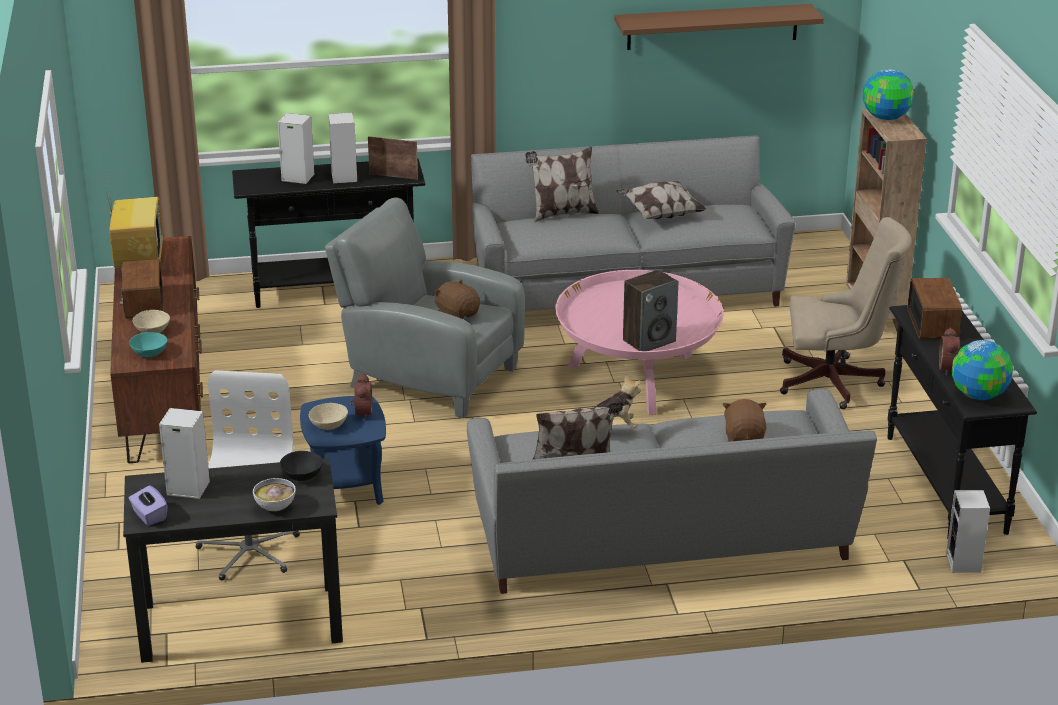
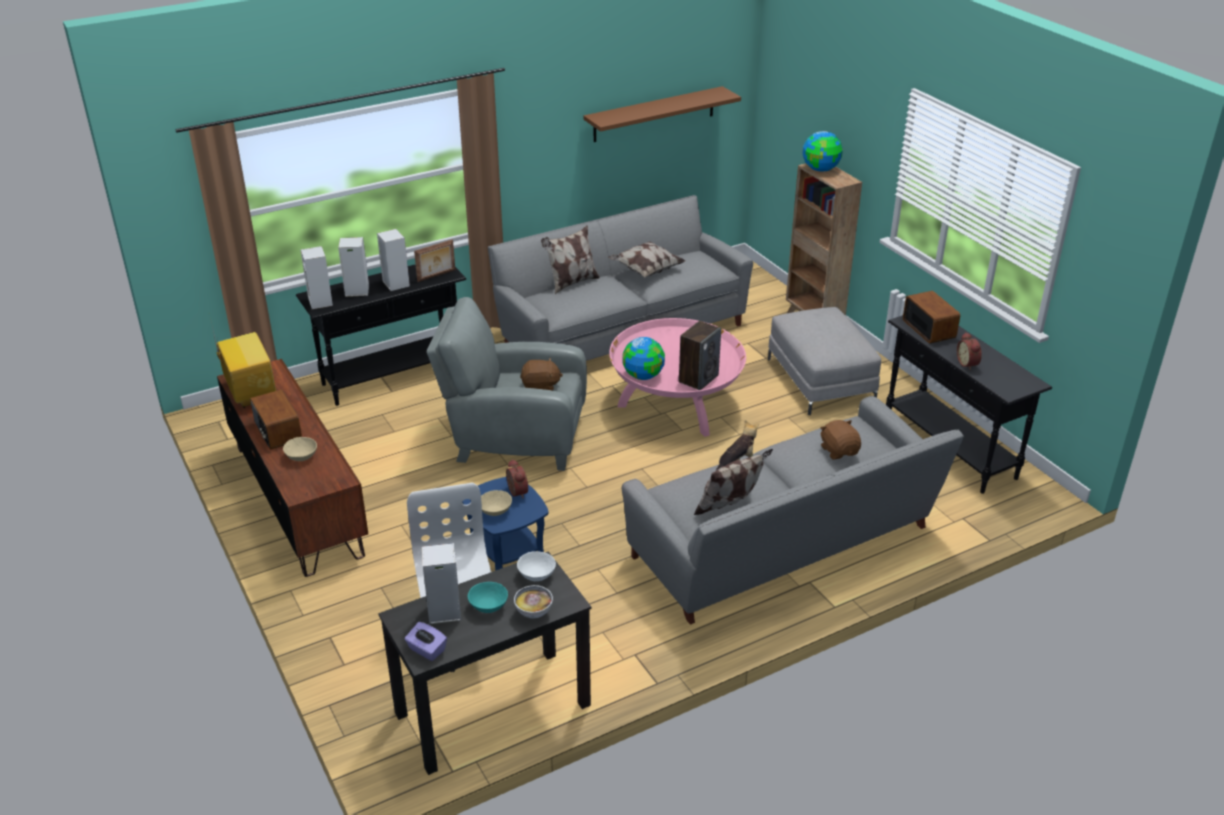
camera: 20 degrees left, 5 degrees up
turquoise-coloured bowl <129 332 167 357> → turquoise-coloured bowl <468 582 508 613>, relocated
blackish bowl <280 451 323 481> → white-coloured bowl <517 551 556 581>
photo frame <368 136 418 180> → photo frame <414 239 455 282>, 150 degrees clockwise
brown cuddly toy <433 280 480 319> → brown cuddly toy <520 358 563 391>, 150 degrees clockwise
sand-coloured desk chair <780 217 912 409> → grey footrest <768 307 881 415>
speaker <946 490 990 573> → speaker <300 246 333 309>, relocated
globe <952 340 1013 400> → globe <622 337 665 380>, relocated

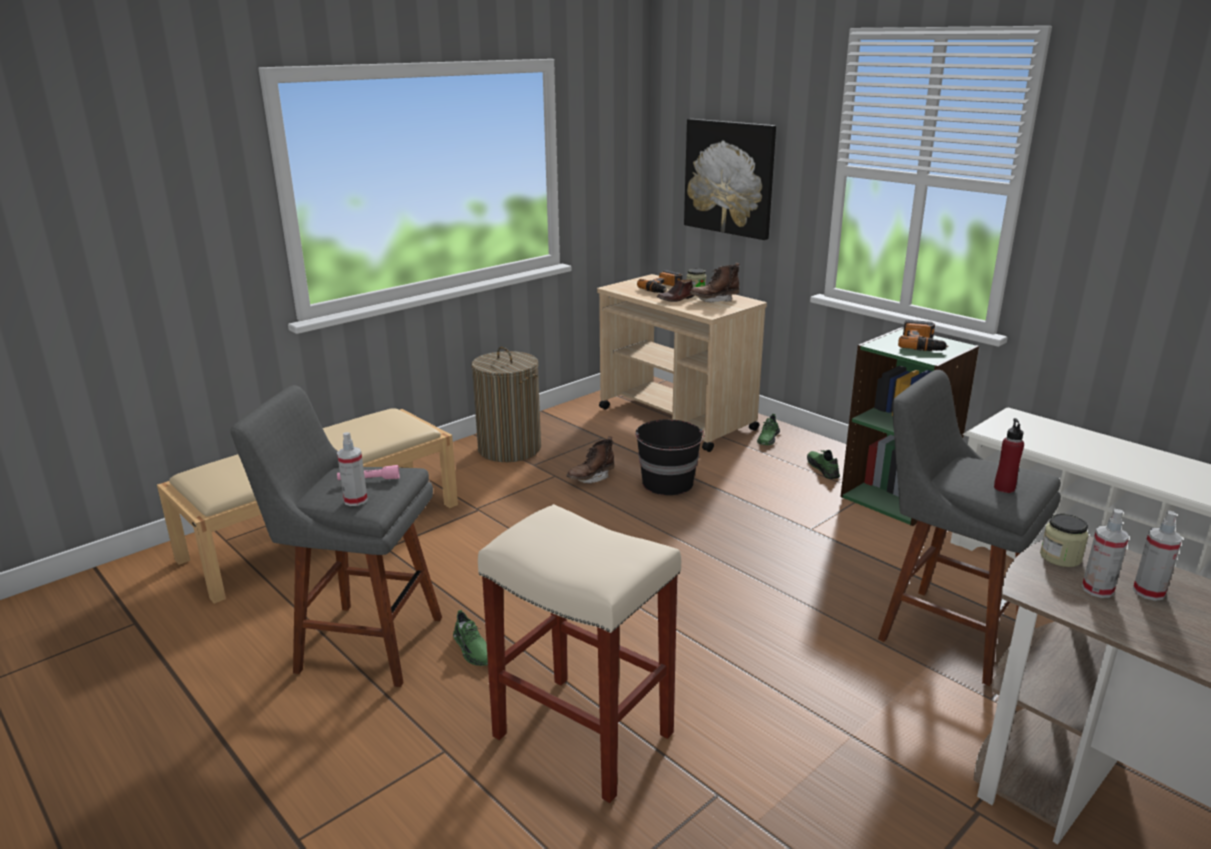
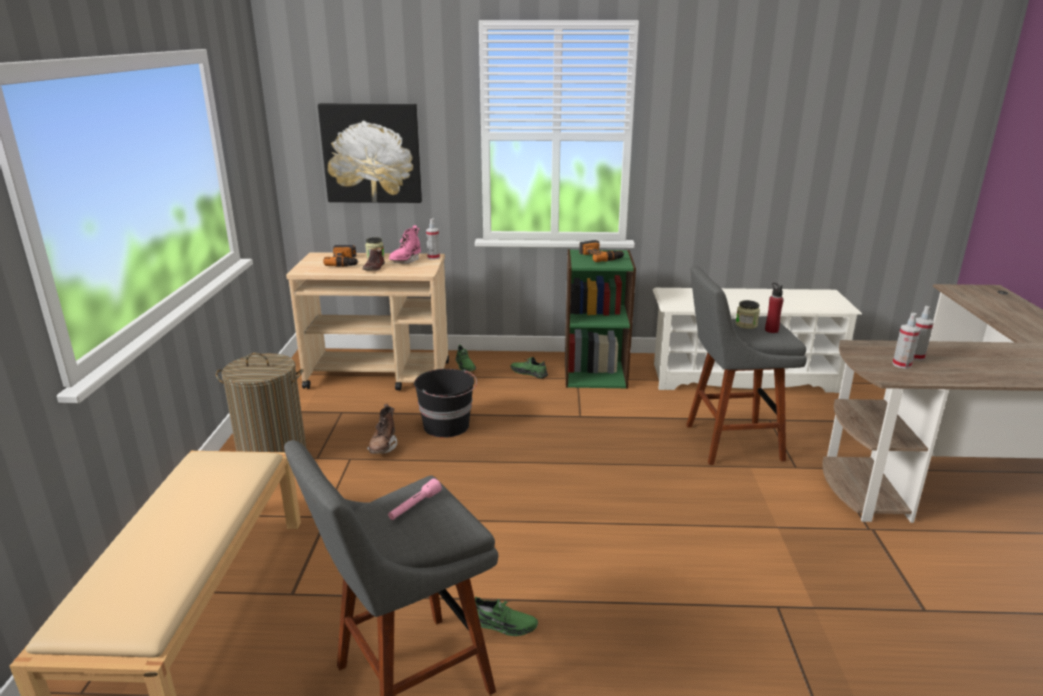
camera: 45 degrees left, 0 degrees up
spray bottle <337 432 368 506> → spray bottle <426 219 440 260>, relocated
sand-coloured stool seat <478 504 681 803> → -
brown tall boot <690 263 740 303> → pink-coloured tall boot <389 225 421 264>
preserve jar <1040 514 1089 567> → preserve jar <736 300 760 329>, relocated

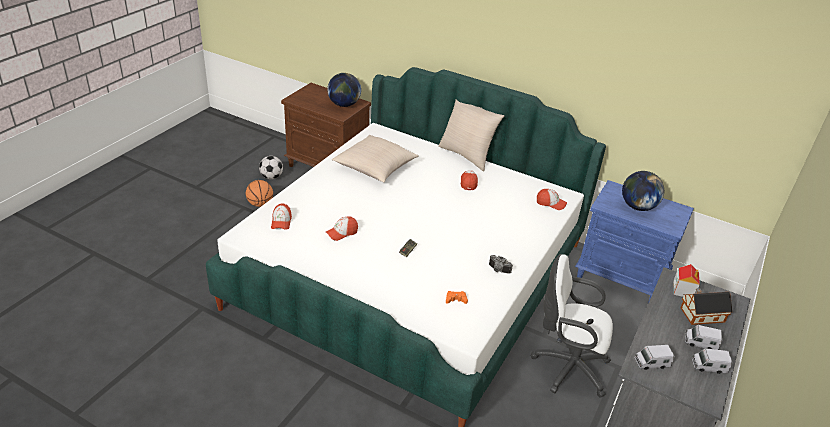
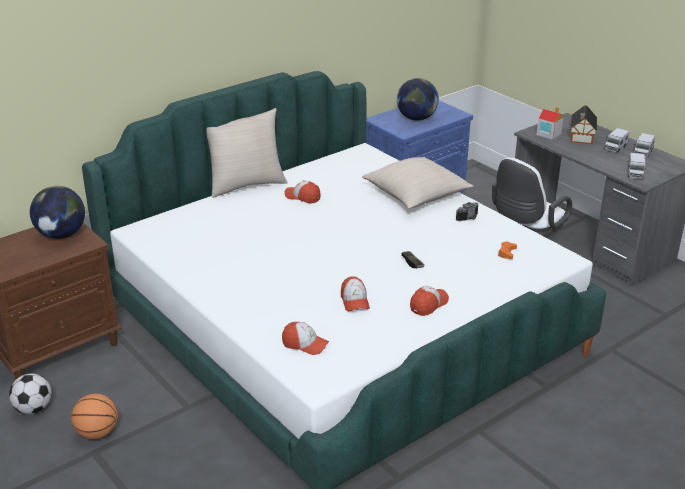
camera: 65 degrees left, 5 degrees down
sand-coloured throw pillow <332 135 419 183> → sand-coloured throw pillow <362 157 473 208>, relocated
cap <537 189 567 210> → cap <410 286 449 316>, relocated

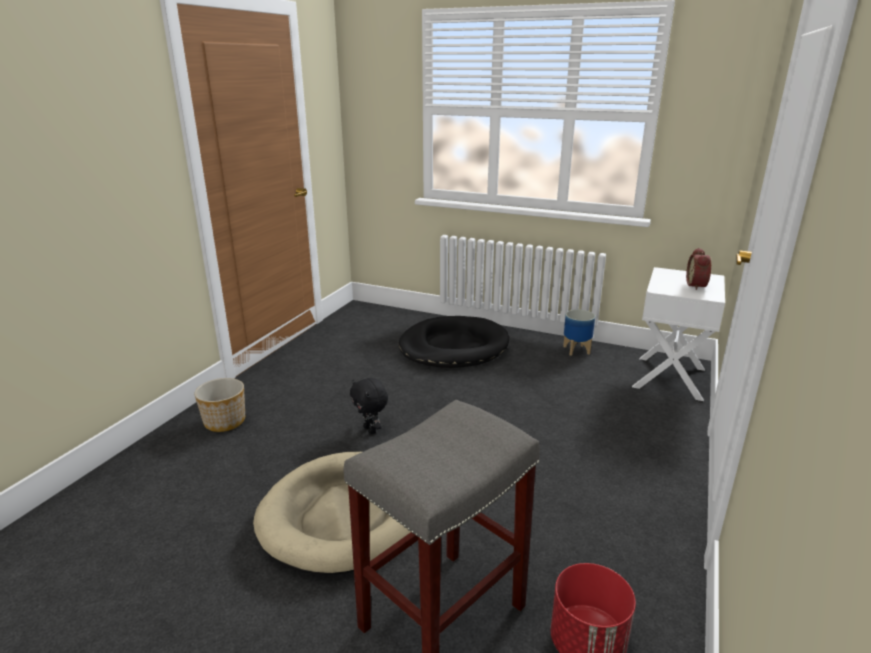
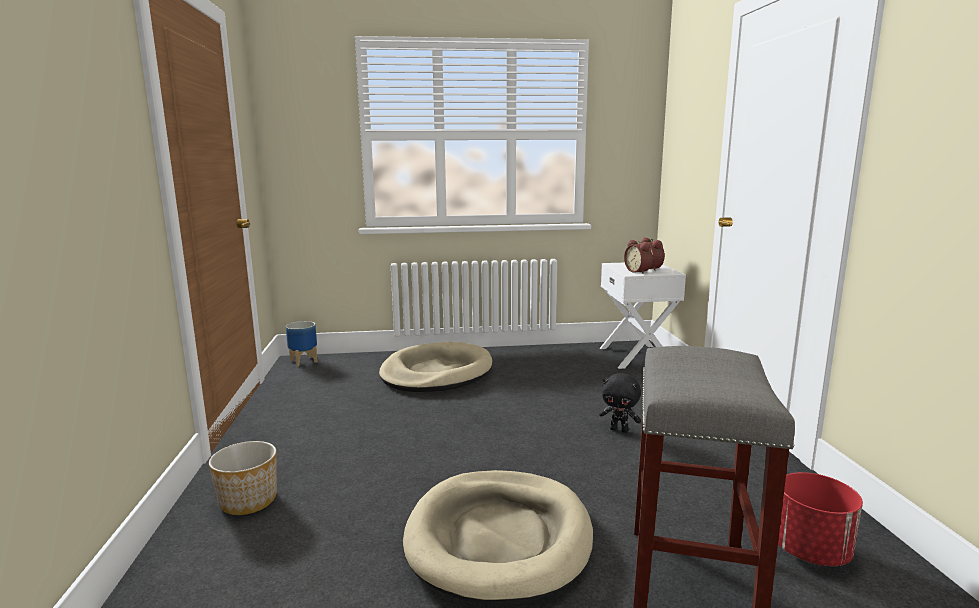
camera: 30 degrees left, 10 degrees down
blackish cuddly toy <350 378 388 434> → blackish cuddly toy <599 373 641 433>, relocated
blackish pet bed <399 316 509 368> → sand-coloured pet bed <379 342 492 392>
plant pot <563 309 595 356> → plant pot <286 321 318 367>, relocated
- → bedside clock <624 240 653 274>

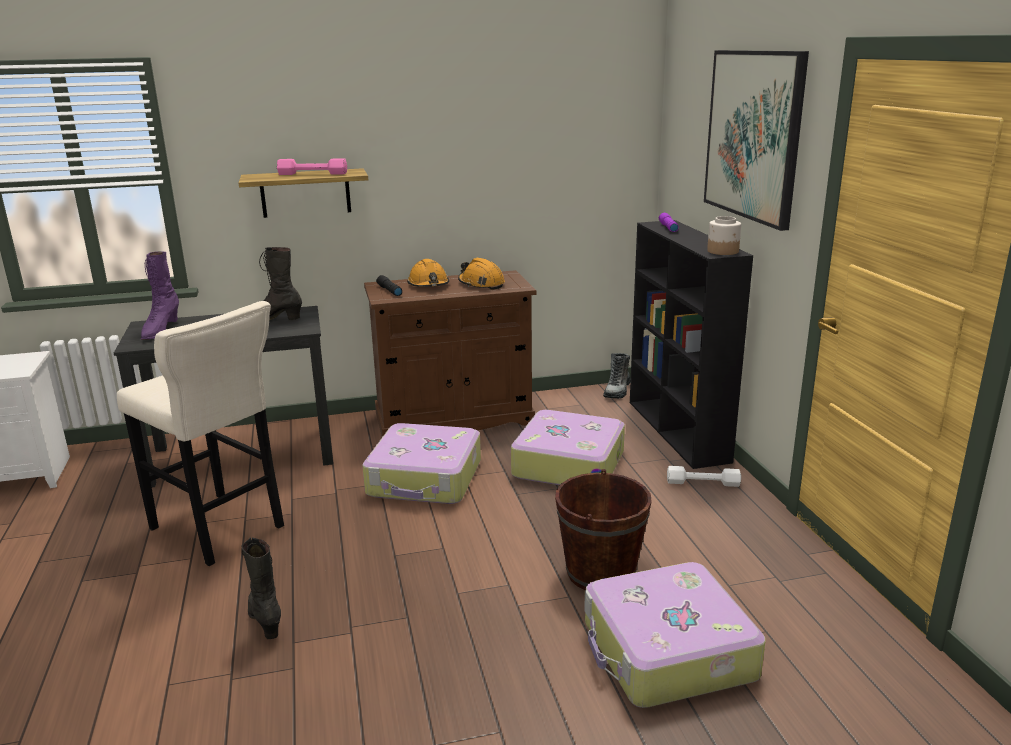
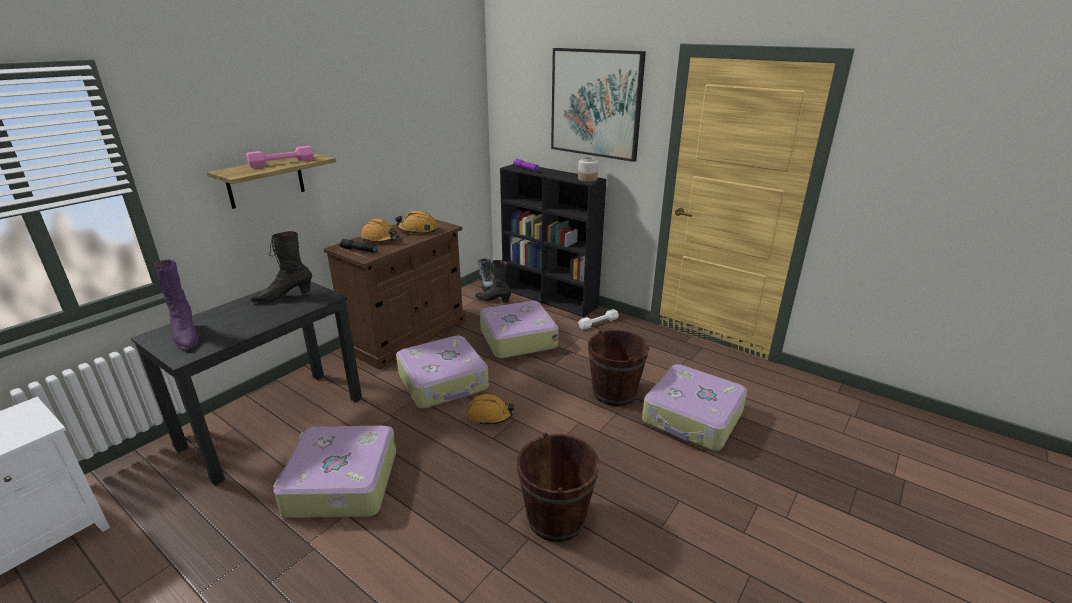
camera: 40 degrees left, 5 degrees up
sand-coloured stool seat <117 301 284 566> → travel case <273 426 396 518>
blackish tall boot <242 537 281 639> → blackish tall boot <475 260 511 303>, relocated
- → orangey hard hat <467 394 515 426>
- → brown pail <517 433 600 542>

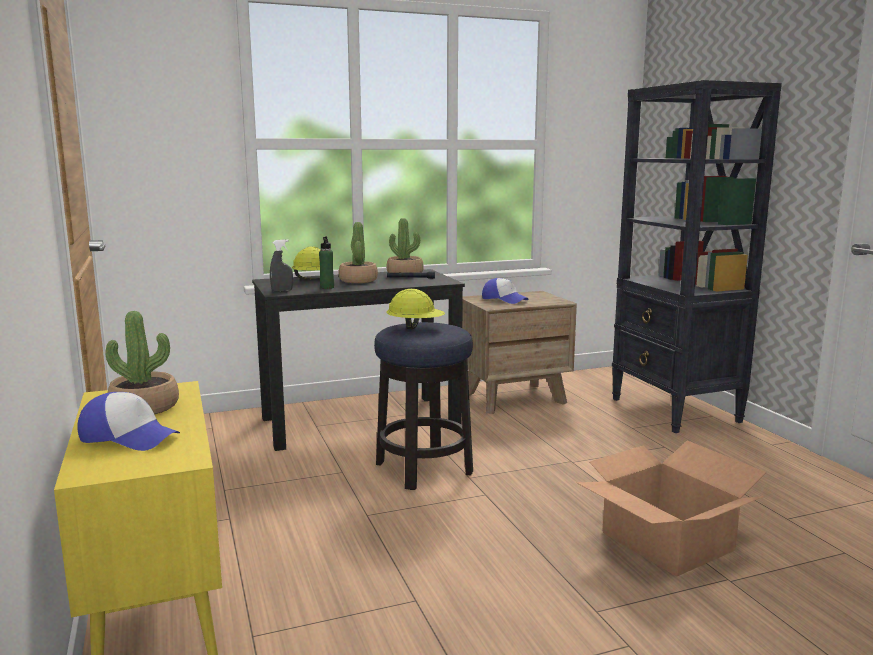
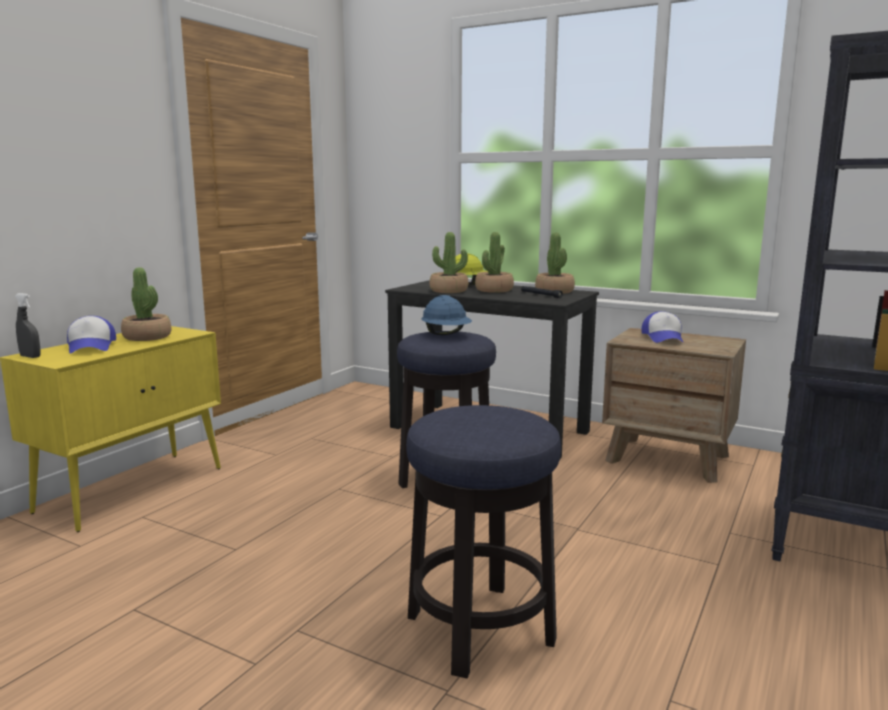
camera: 50 degrees right, 0 degrees up
grey spray bottle <270 239 293 292> → grey spray bottle <15 293 41 358>, relocated
green bottle <319 236 334 289> → potted plant <429 232 468 293>
yellow-coloured hard hat <386 289 445 329> → blue hard hat <422 295 472 335>
carton <576 441 766 577> → stool seat <406 405 561 678>

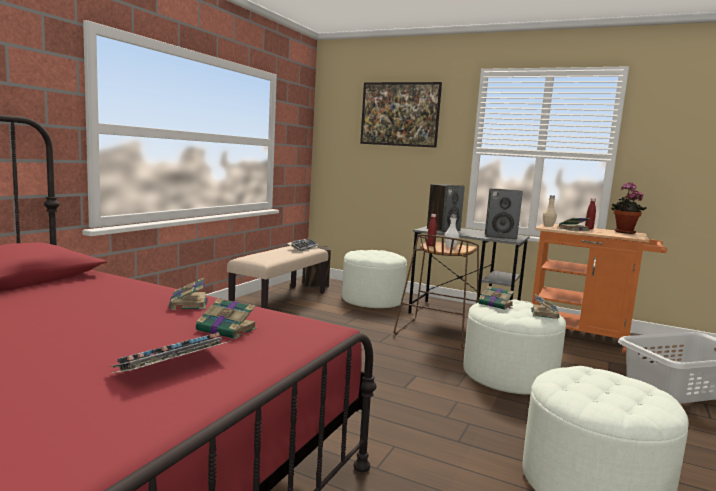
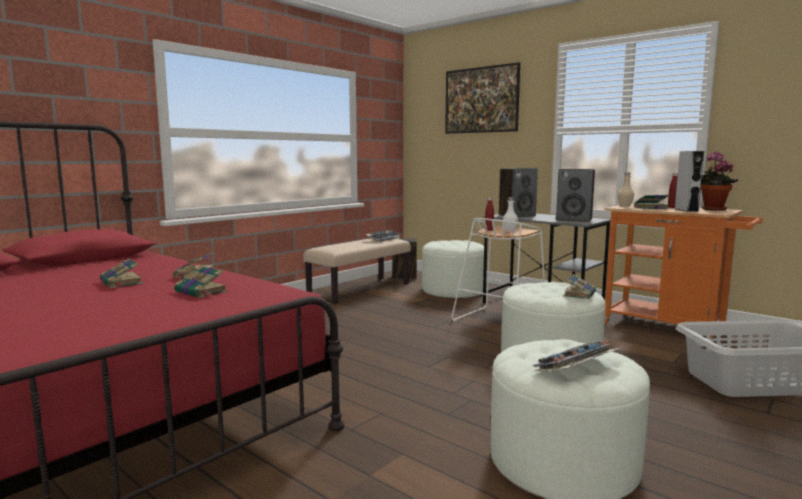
camera: 15 degrees right, 0 degrees up
PC keyboard <109 333 231 374> → PC keyboard <532 340 620 371>, relocated
brown stool seat <394 234 479 349> → white-coloured stool seat <451 218 545 322>
volume <478 286 514 310> → volume <100 258 143 288>, relocated
- → grey speaker <675 151 704 212>

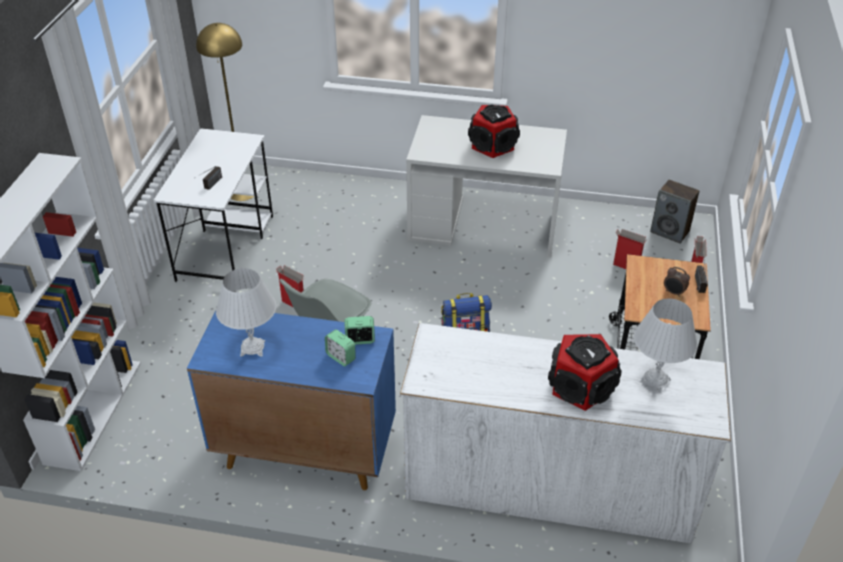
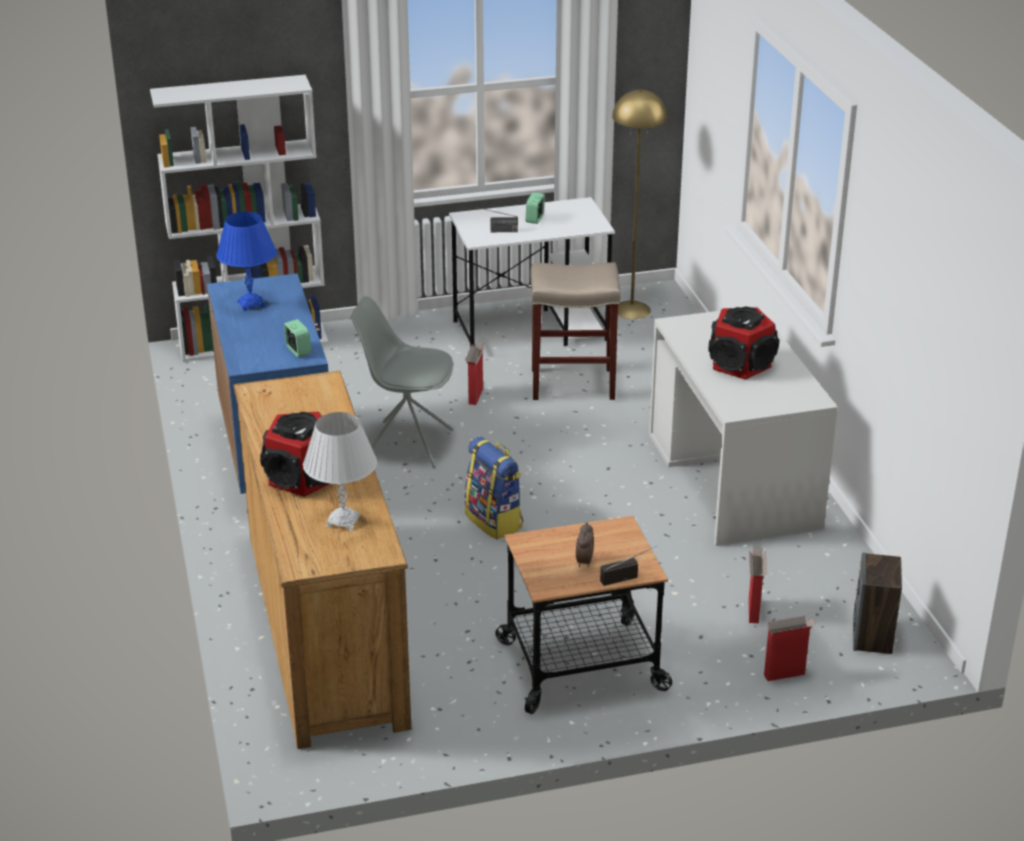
camera: 65 degrees right, 10 degrees down
white-coloured table lamp <216 268 276 357> → blue table lamp <216 212 277 311>
bedside clock <325 329 356 366> → bedside clock <526 192 545 224>, relocated
white-coloured chest of drawers <400 323 731 544> → brown chest of drawers <233 371 411 749>
- → sand-coloured stool seat <531 263 620 400>

